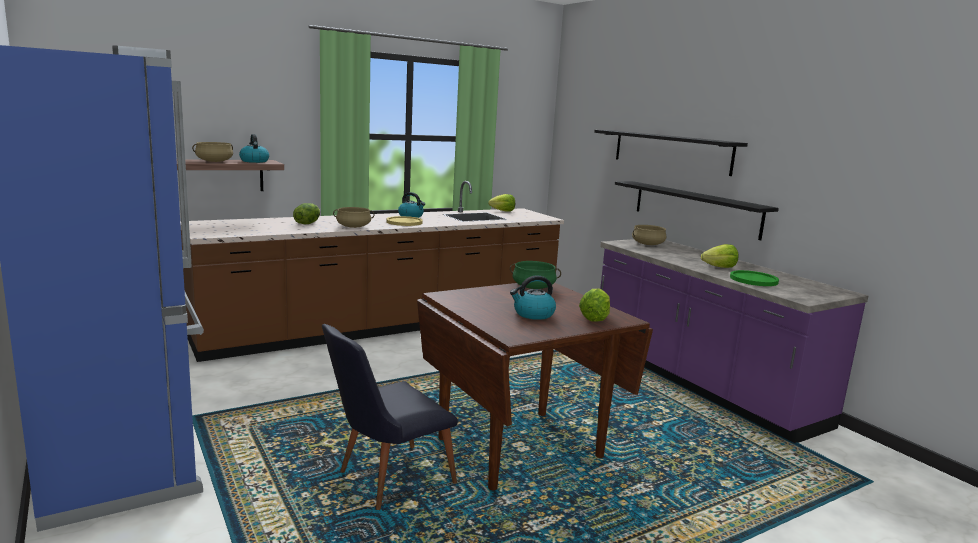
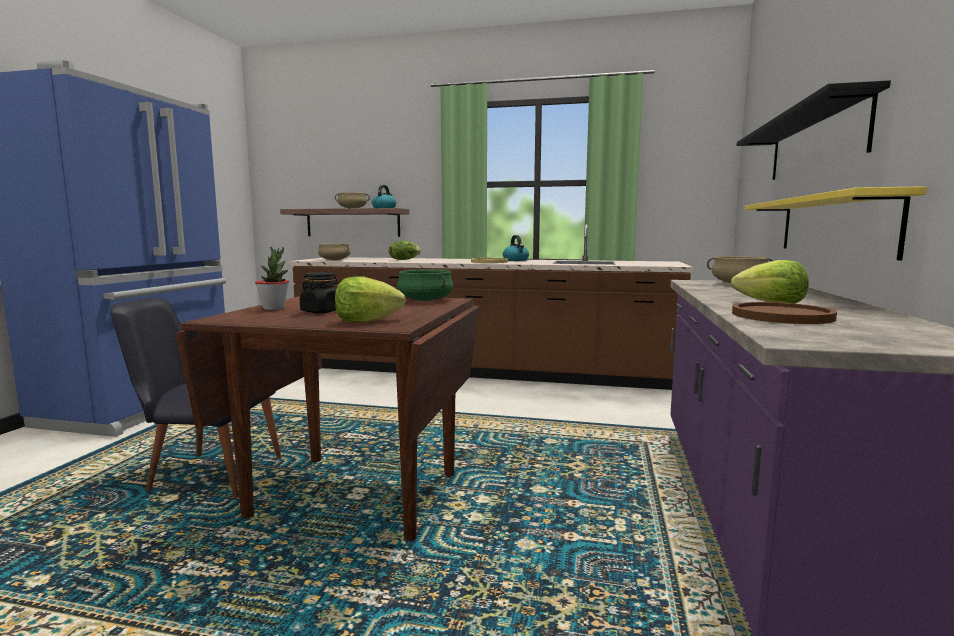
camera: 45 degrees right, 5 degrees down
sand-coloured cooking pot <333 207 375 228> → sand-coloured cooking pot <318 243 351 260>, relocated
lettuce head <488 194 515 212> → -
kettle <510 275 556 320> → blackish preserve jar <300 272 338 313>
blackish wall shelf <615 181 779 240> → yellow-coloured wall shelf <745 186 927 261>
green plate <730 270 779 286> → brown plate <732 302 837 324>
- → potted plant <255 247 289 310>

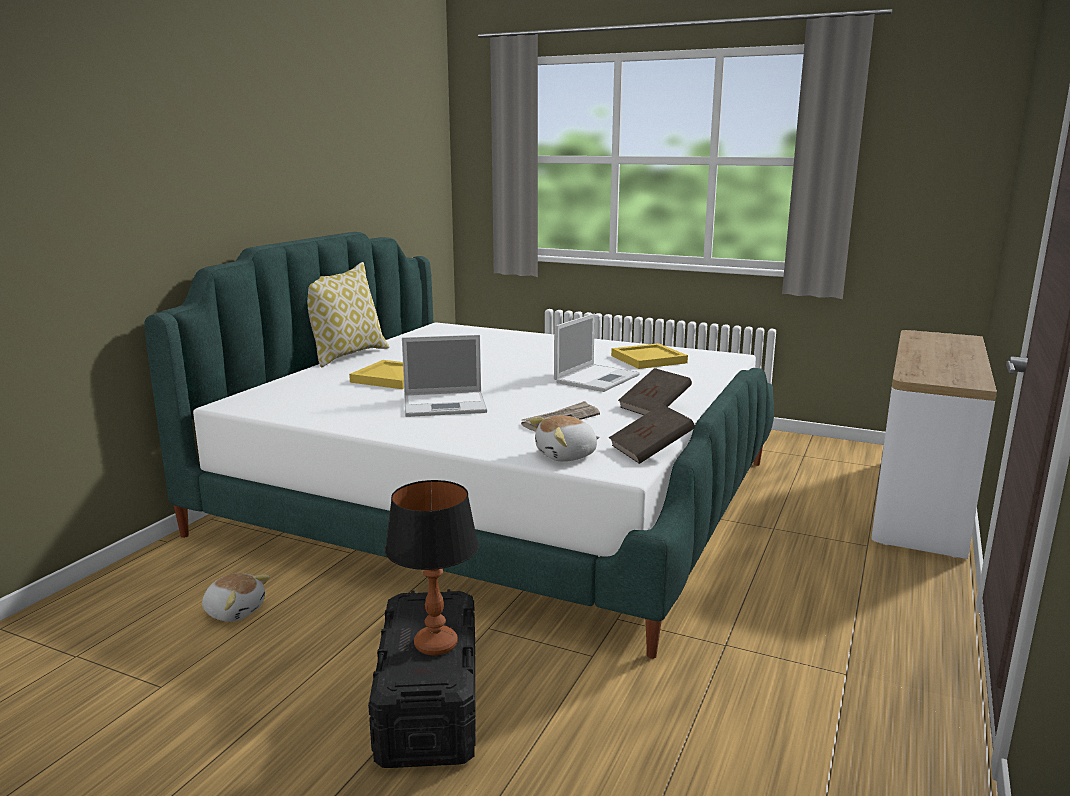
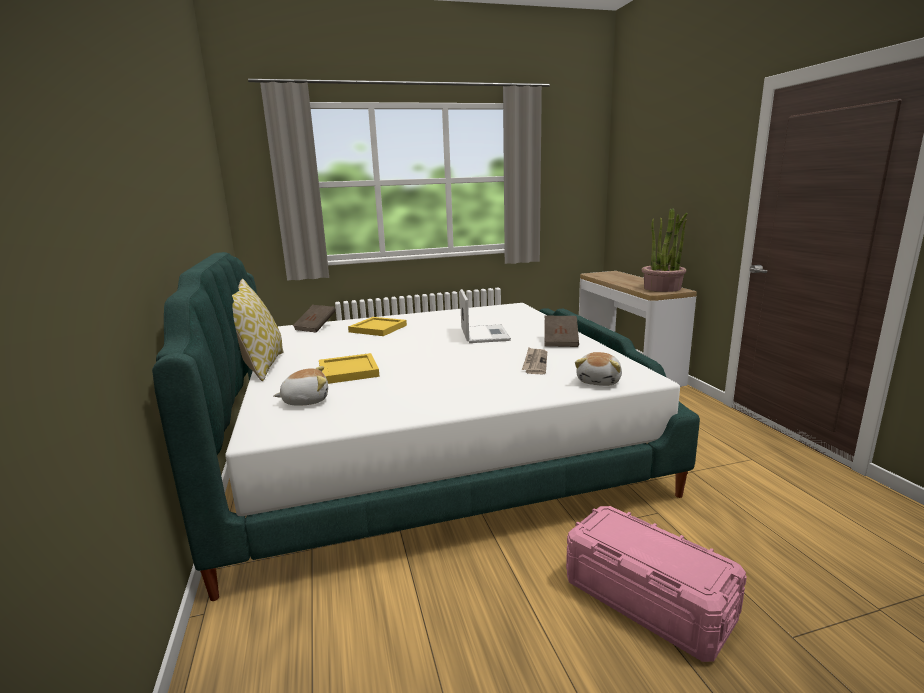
camera: 40 degrees left, 0 degrees up
cuddly toy <202 573 270 622> → cuddly toy <273 366 328 406>, relocated
blackish storage container <368 589 476 768> → pink-coloured storage container <566 506 747 662>
table lamp <385 480 479 655> → -
notebook computer <402 335 487 417> → -
brown volume <609 404 695 464> → brown volume <293 305 336 332>, relocated
yellow-coloured serving tray <611 343 688 369> → yellow-coloured serving tray <348 317 407 336>, relocated
- → potted plant <642 208 688 292>

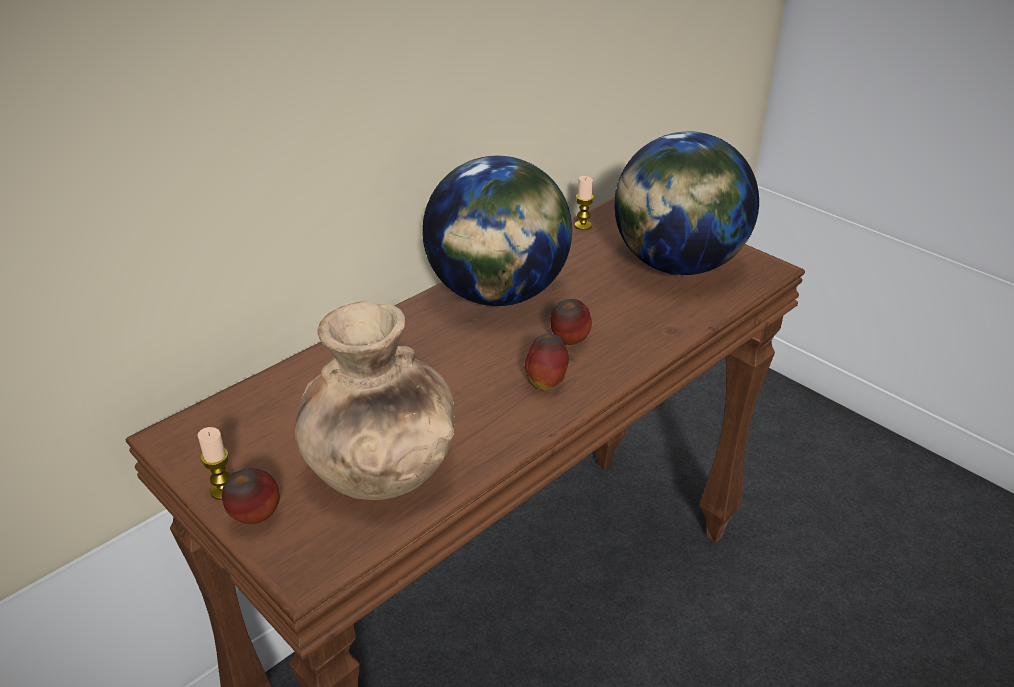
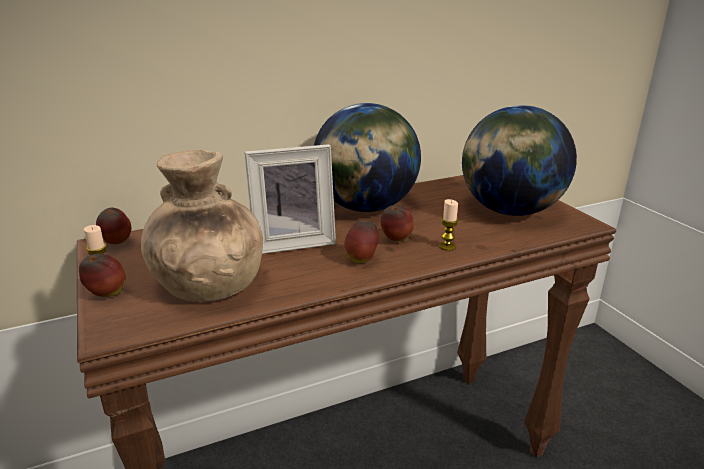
camera: 20 degrees right, 10 degrees down
candle <574 176 594 230> → candle <439 199 458 251>, relocated
- → whole apple <96 208 131 245>
- → photo frame <244 144 336 254>

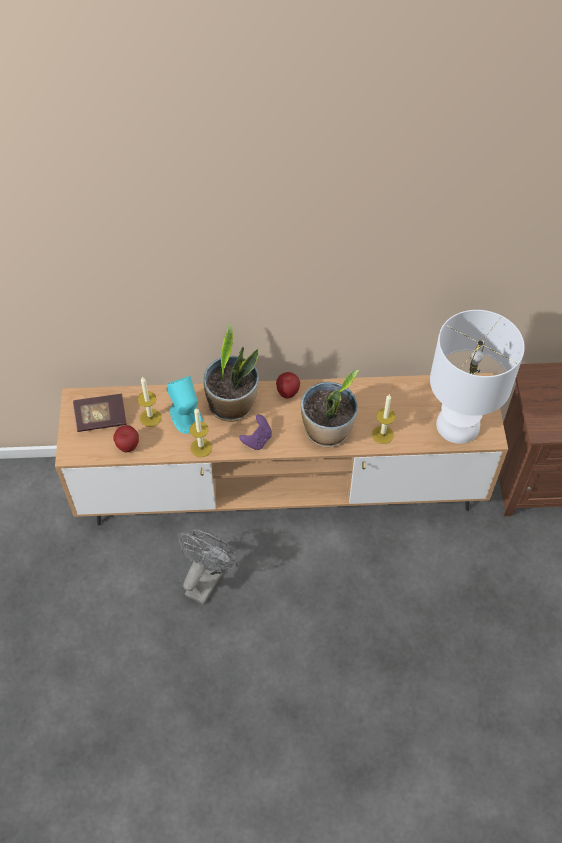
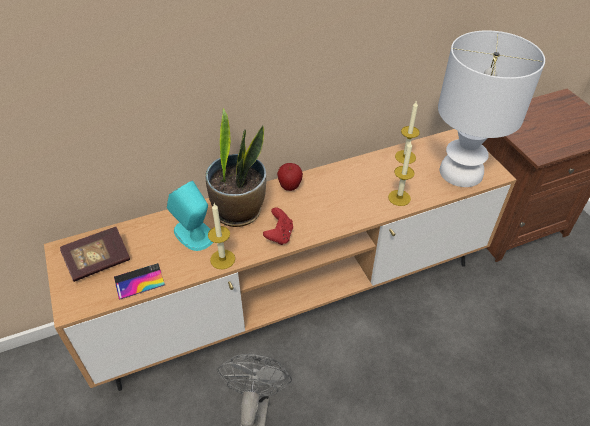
camera: 20 degrees left, 10 degrees down
whole apple <113 425 139 453> → phone <114 263 165 300>
candle <138 376 161 427> → candle <395 100 420 164>, relocated
purplish game controller <239 415 272 450> → red game controller <263 207 293 245>
potted plant <301 370 359 447> → -

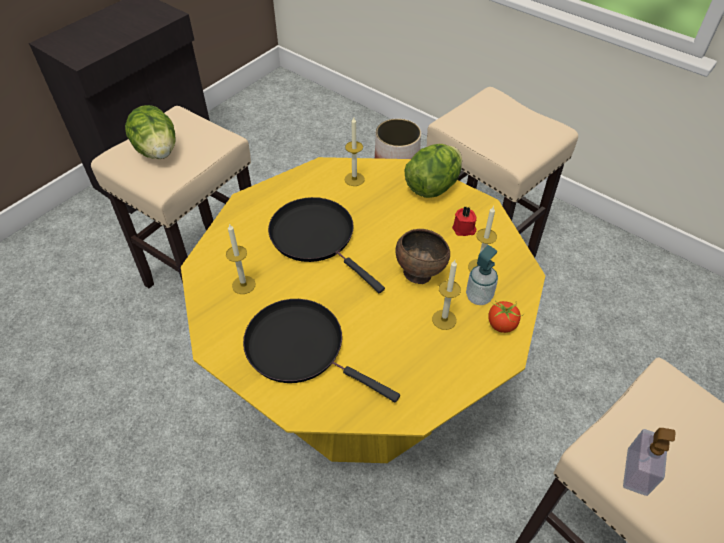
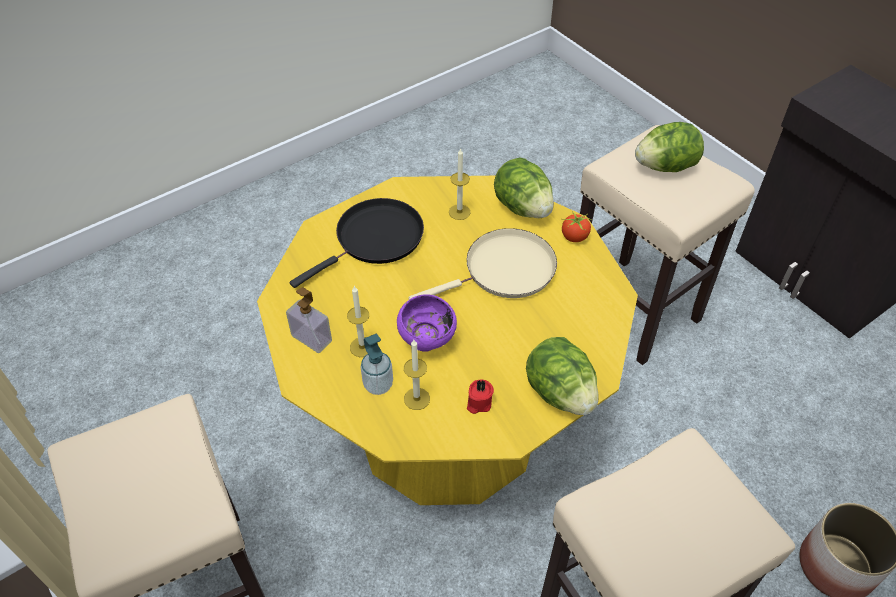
camera: 105 degrees right, 0 degrees up
blackish skillet <268 197 385 293> → sand-coloured skillet <409 228 557 299>
candle <345 117 365 186> → -
brown bowl <396 229 450 284> → purplish bowl <397 294 457 351>
tomato <488 301 524 333> → tomato <561 211 591 242>, relocated
soap dispenser <623 428 676 496> → soap dispenser <286 287 332 353>, relocated
- → lettuce head <494 157 554 218>

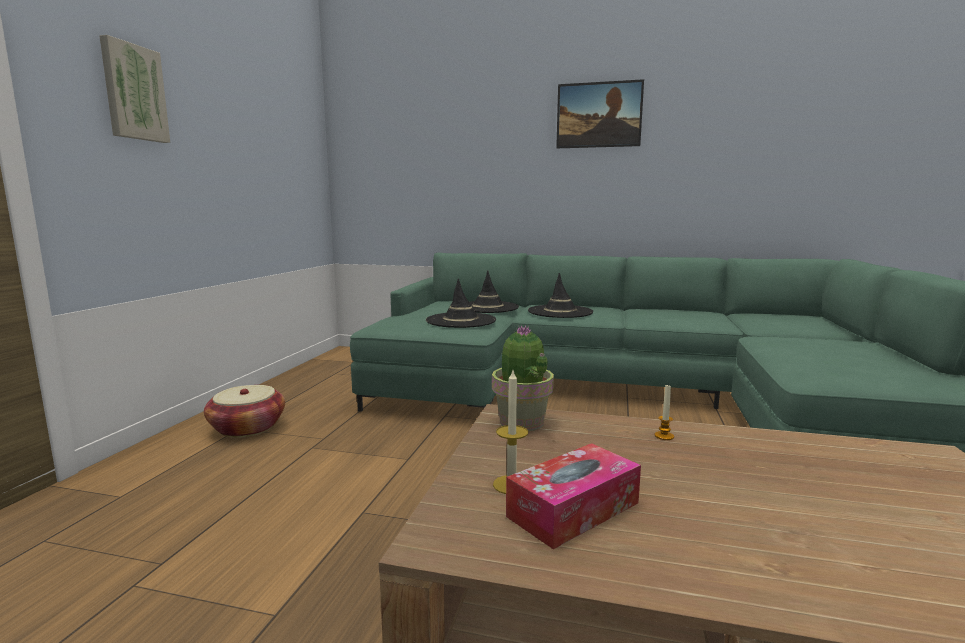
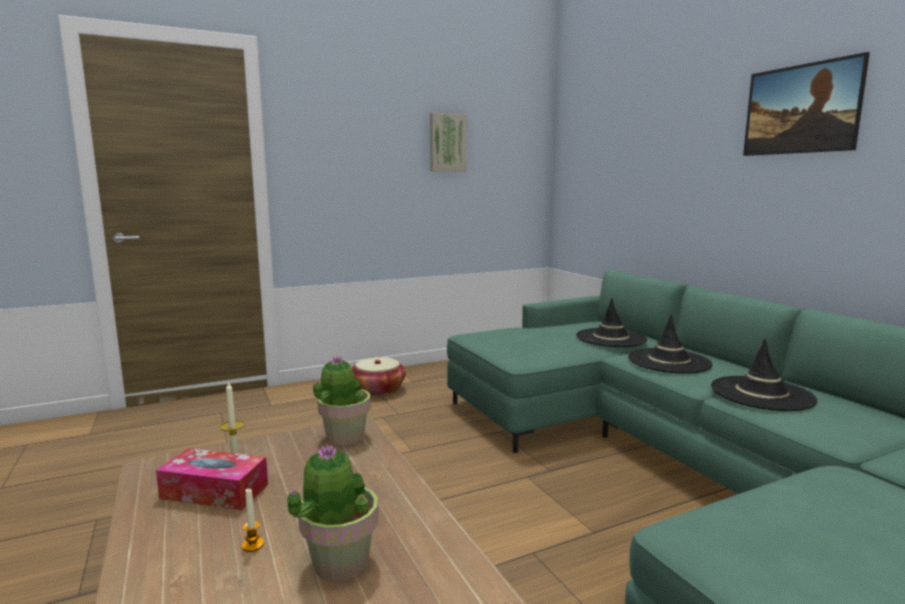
camera: 50 degrees right, 0 degrees up
wall picture <99 35 170 143> → wall picture <430 113 467 172>, relocated
blackish clothing hat <426 278 496 328> → blackish clothing hat <711 339 817 411>, relocated
candle <655 385 674 440> → candle <242 488 264 552>, relocated
- → potted plant <286 444 378 581>

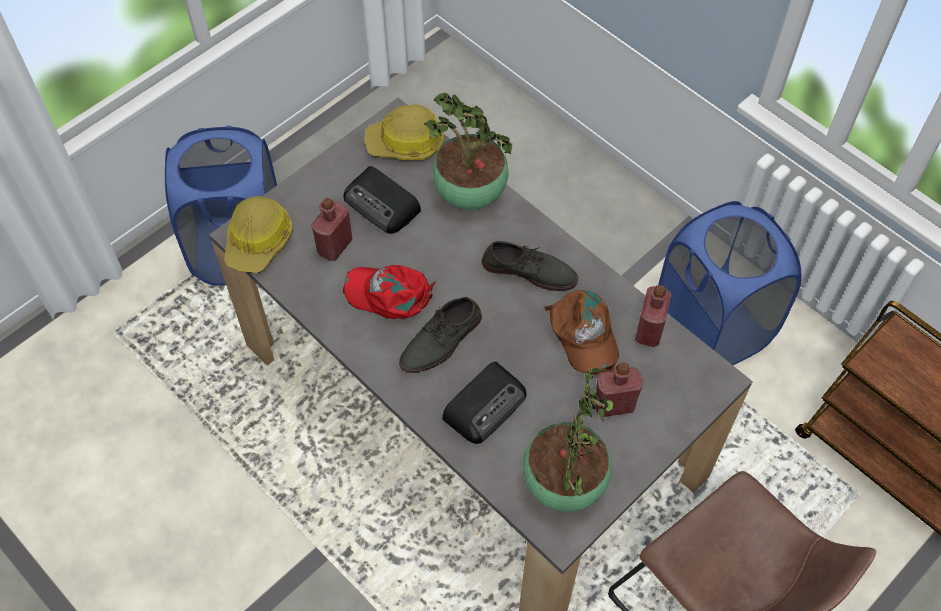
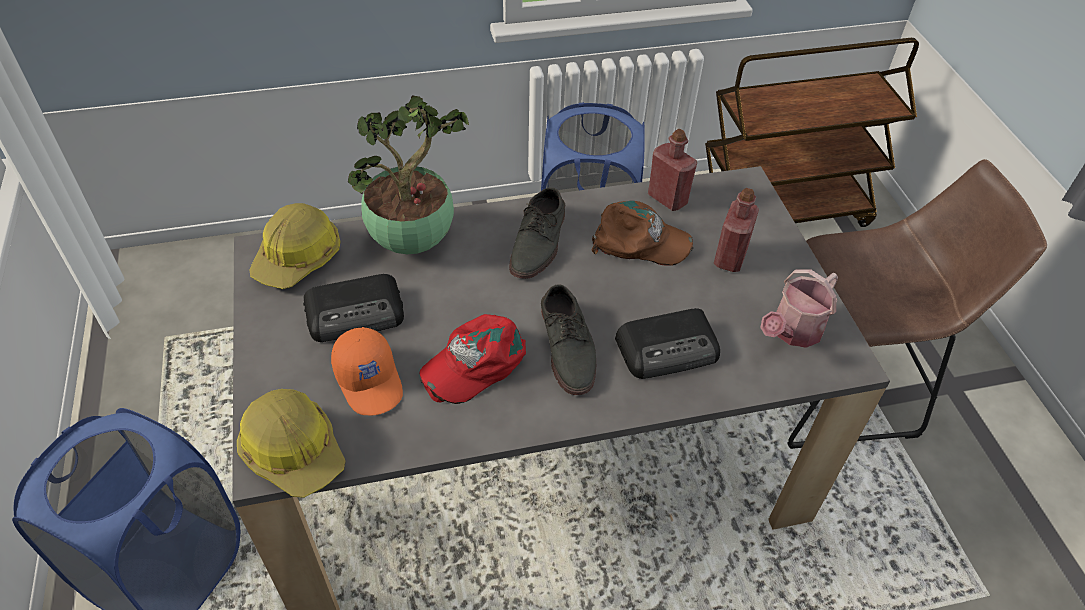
camera: 60 degrees left, 10 degrees down
red bottle <311 197 353 261> → orangey cap <331 327 403 415>
radio set <442 361 527 444> → radio set <615 308 720 379>, 90 degrees clockwise
grey shoe <482 241 578 291> → grey shoe <509 187 565 279>, 150 degrees clockwise
potted plant <523 367 615 512> → watering pot <760 269 838 348>

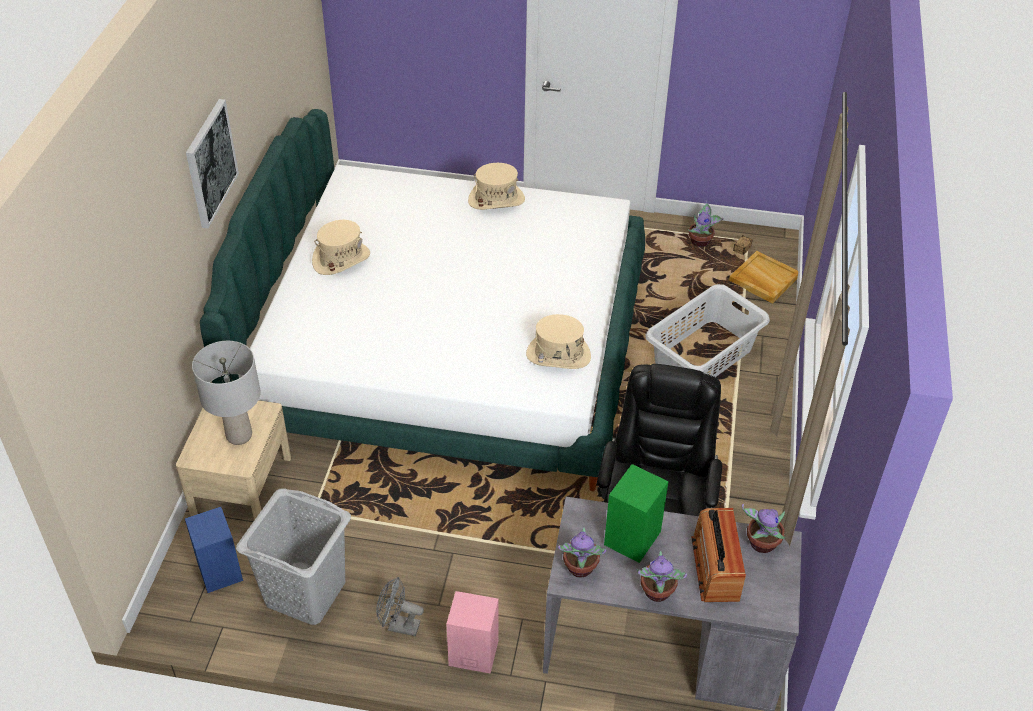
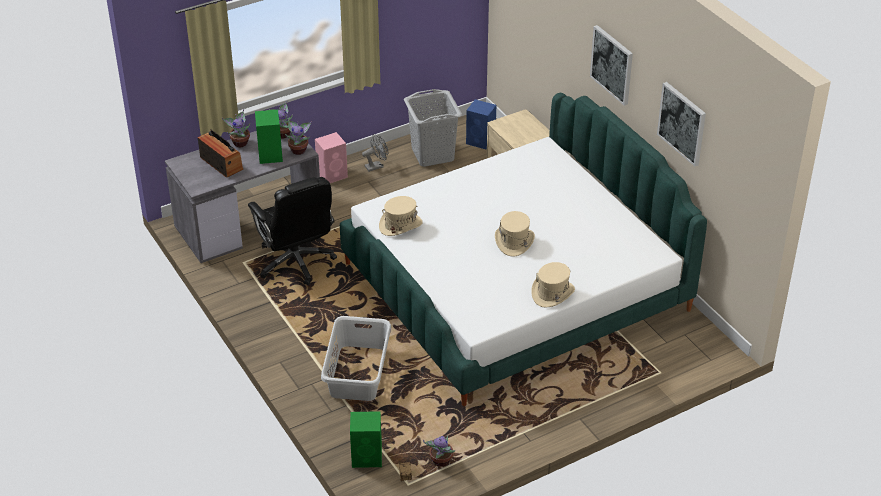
camera: 140 degrees right, 5 degrees down
grey table lamp <192 341 261 445> → -
sand-coloured clothing hat <312 220 370 275> → sand-coloured clothing hat <495 211 535 256>, relocated
sand-coloured serving tray <729 251 798 304> → green speaker <350 411 382 468>
potted plant <742 504 786 553> → potted plant <285 119 312 155>, relocated
- → wall picture <657 82 706 166>

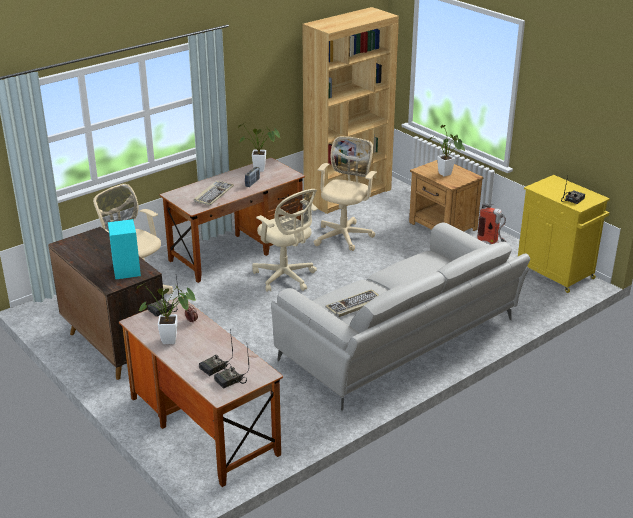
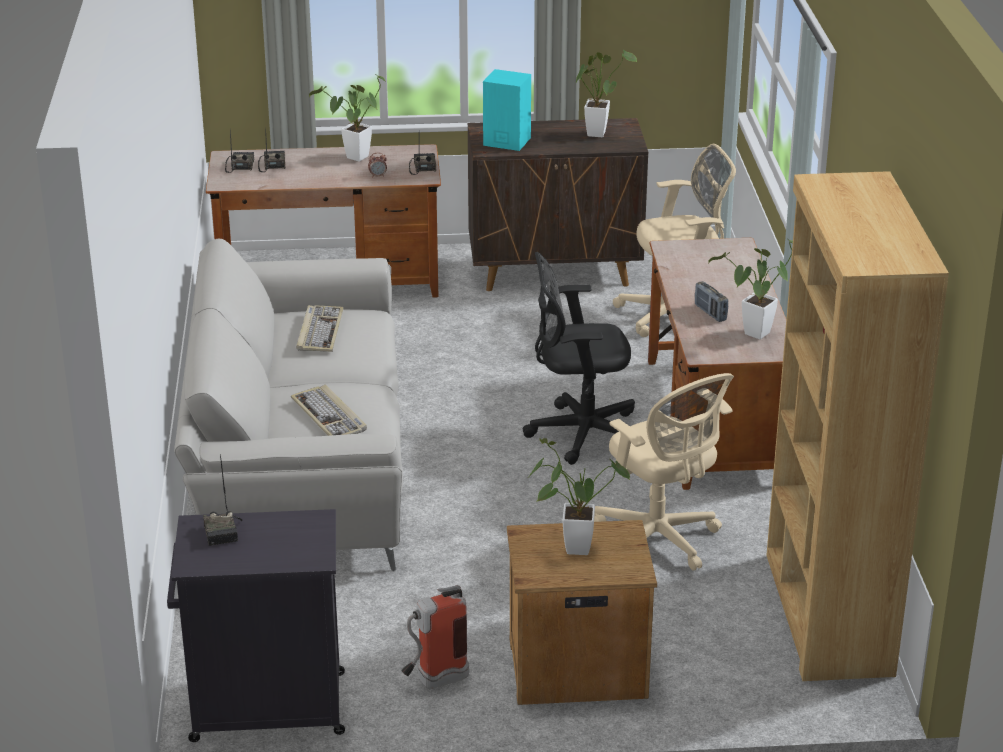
camera: 125 degrees right, 0 degrees up
PC keyboard <194 181 234 206> → PC keyboard <291 385 367 436>, relocated
sand-coloured desk chair <252 189 318 292> → blackish desk chair <523 252 635 465>
yellow-coloured cabinet <518 175 610 293> → blackish cabinet <167 509 345 742>
- → potted plant <575 49 637 137>

